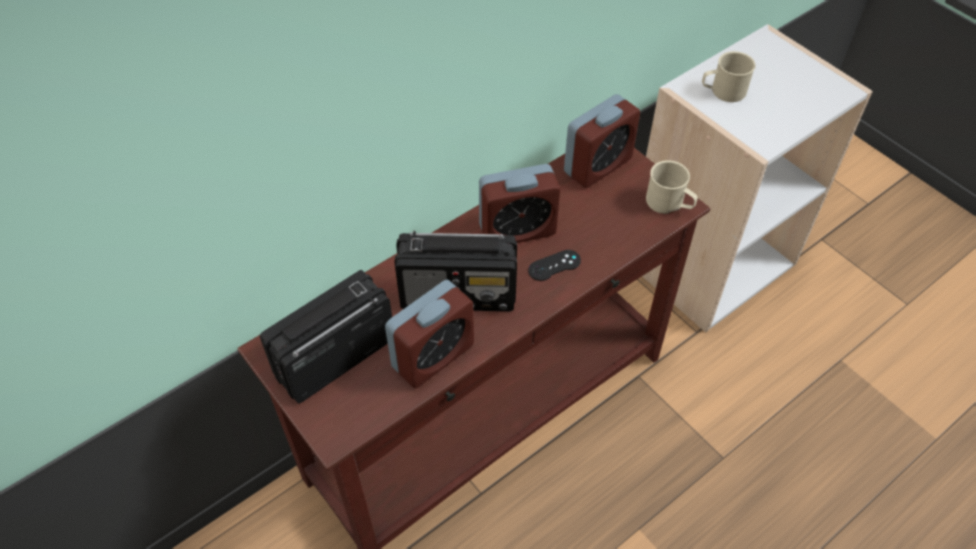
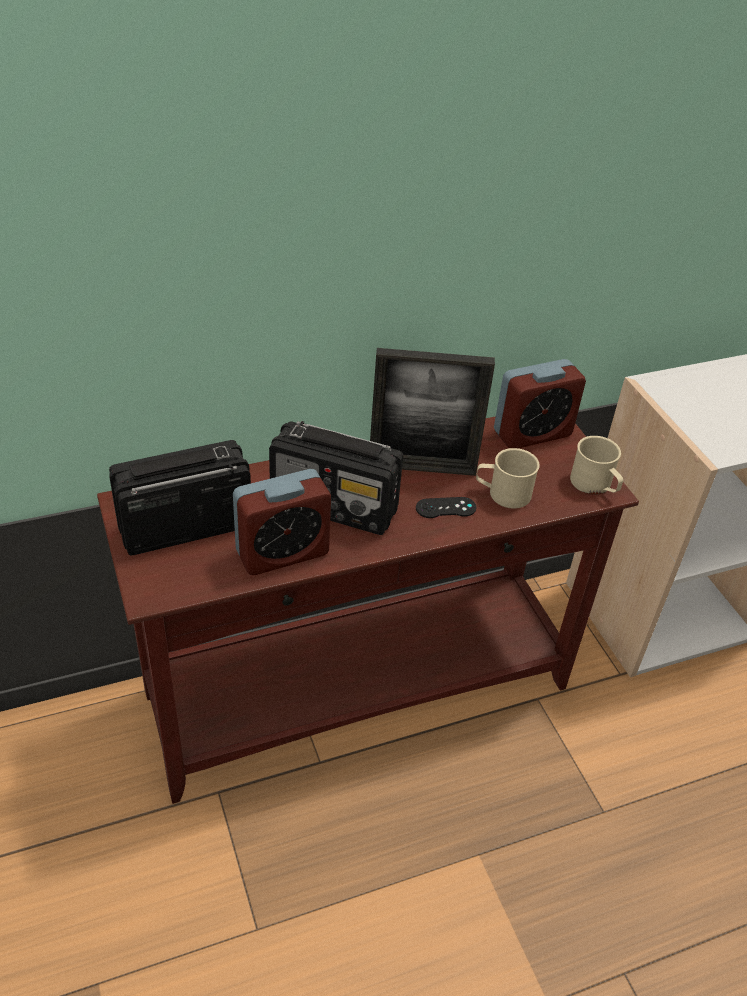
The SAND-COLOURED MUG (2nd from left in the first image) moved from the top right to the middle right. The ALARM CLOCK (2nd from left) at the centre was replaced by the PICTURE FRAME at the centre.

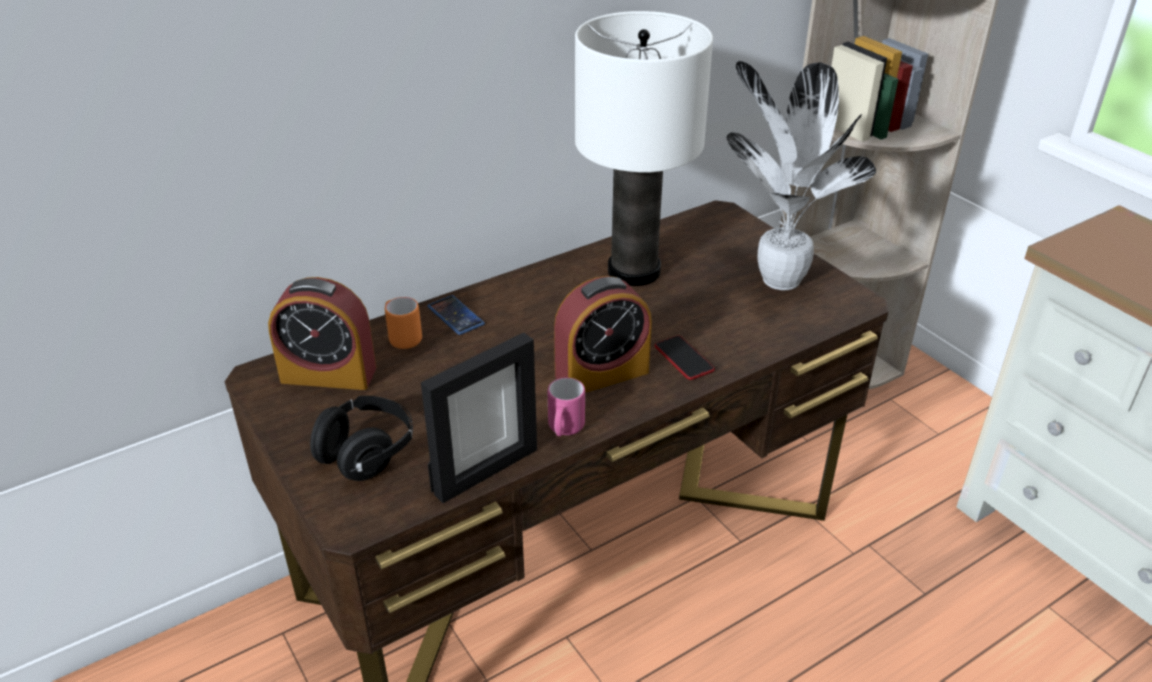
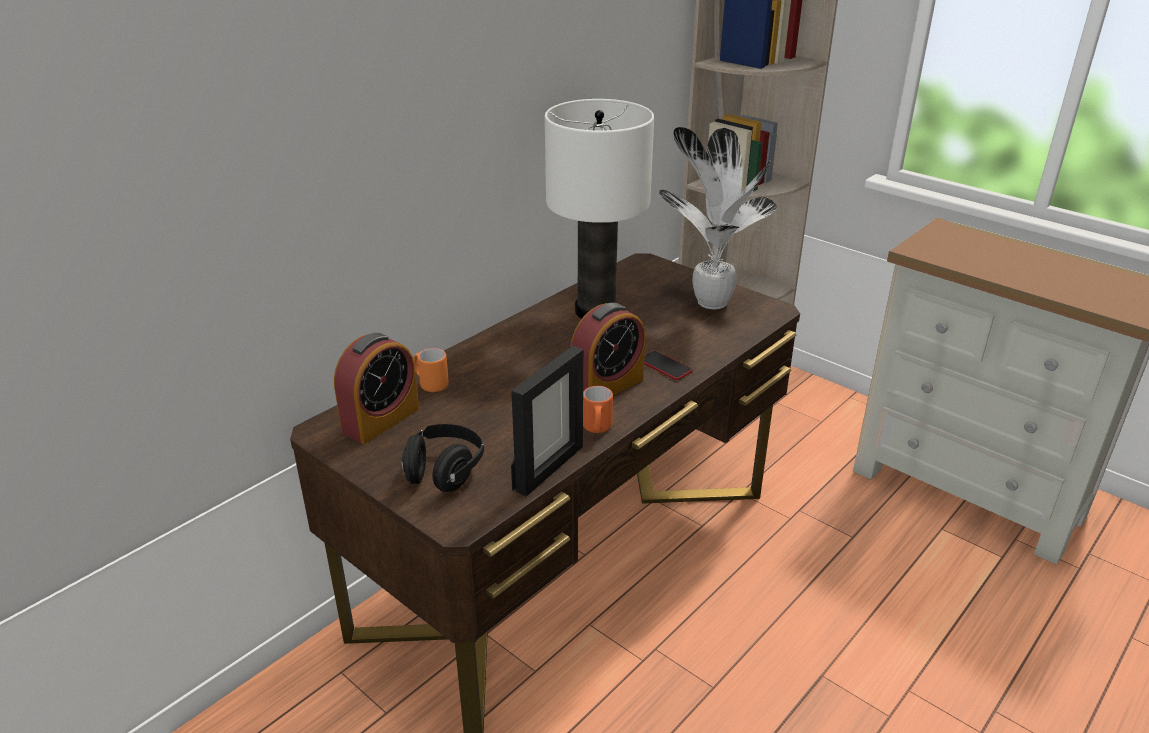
The ALARM CLOCK (1st from left) at the middle left turned 45 degrees counterclockwise. The TELEPHONE (1st from left) at the centre disappeared. The PINKISH MUG at the centre became the ORANGEY MUG (2nd from left) at the centre.

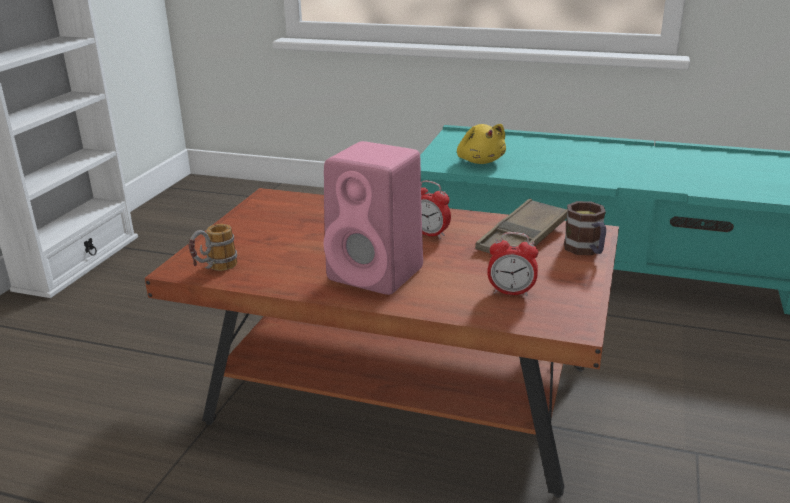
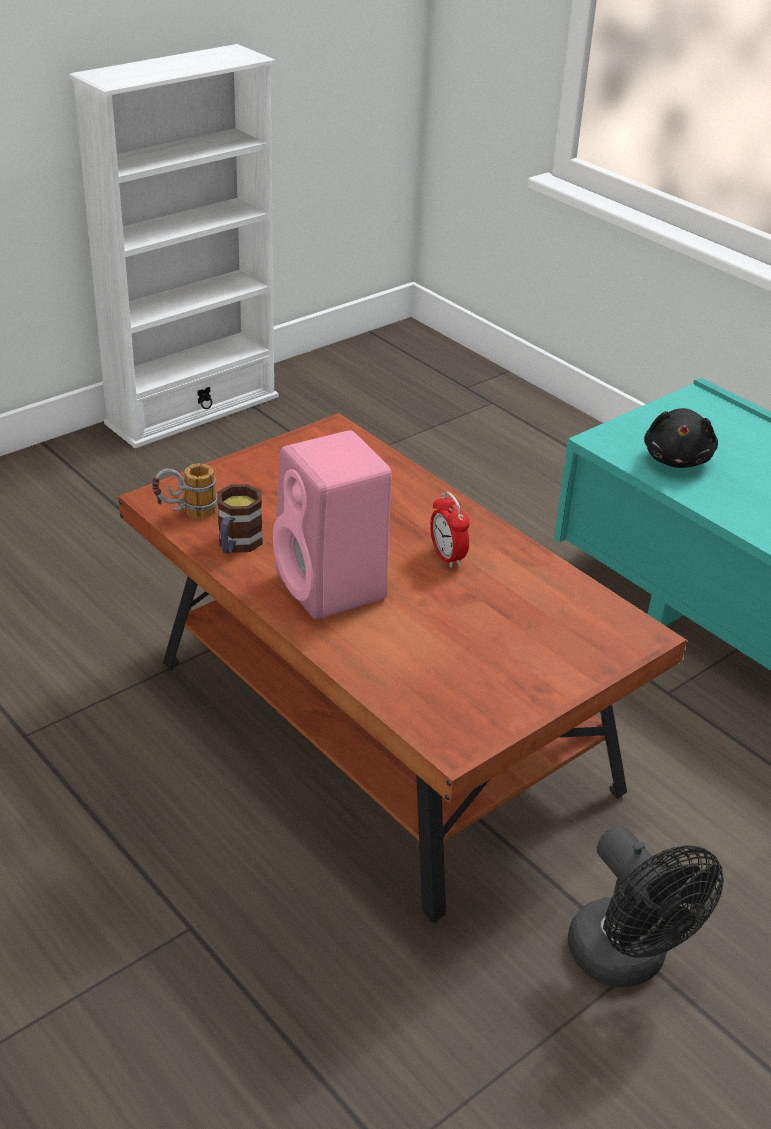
The YELLOW-COLOURED CUDDLY TOY at the top centre became the BLACKISH CUDDLY TOY at the middle right. The BROWNISH CARRYING TRAY at the centre disappeared. The MUG (2nd from left) moved from the middle right to the middle left. The ALARM CLOCK (2nd from left) at the centre disappeared. The BLACKISH FAN at the bottom right appeared.

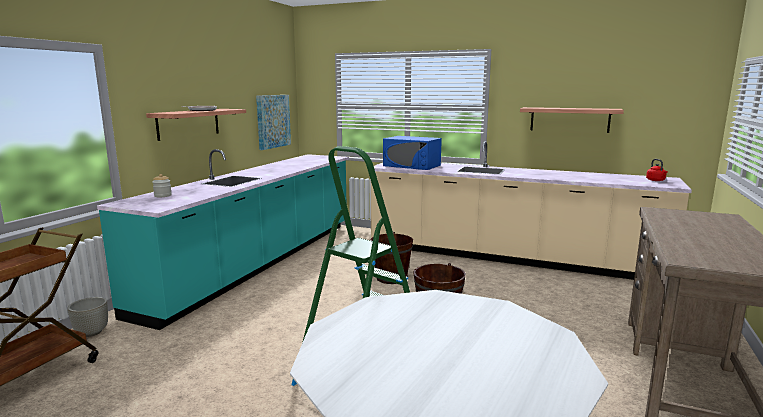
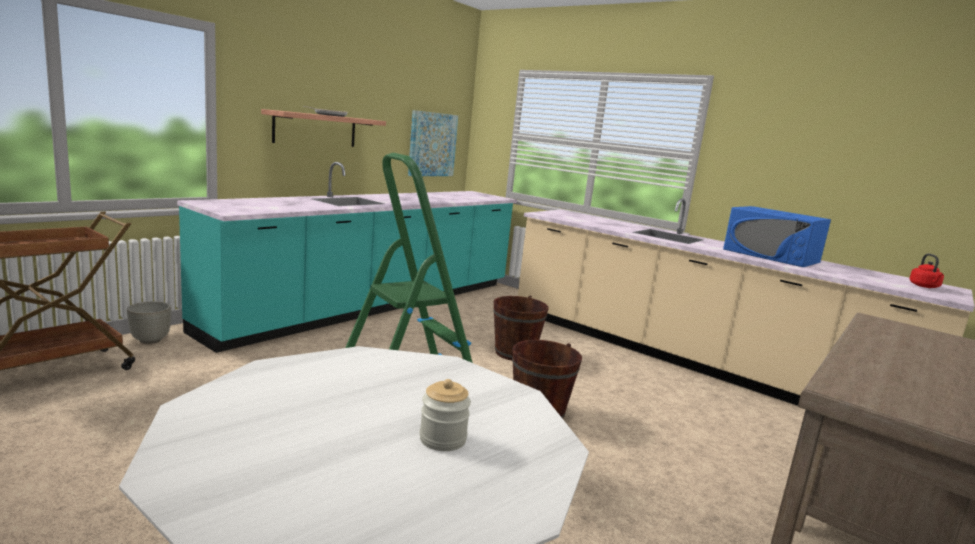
The SHELF (2nd from left) at the top right disappeared. The BLUE MICROWAVE moved from the centre to the middle right. The JAR moved from the middle left to the bottom centre.

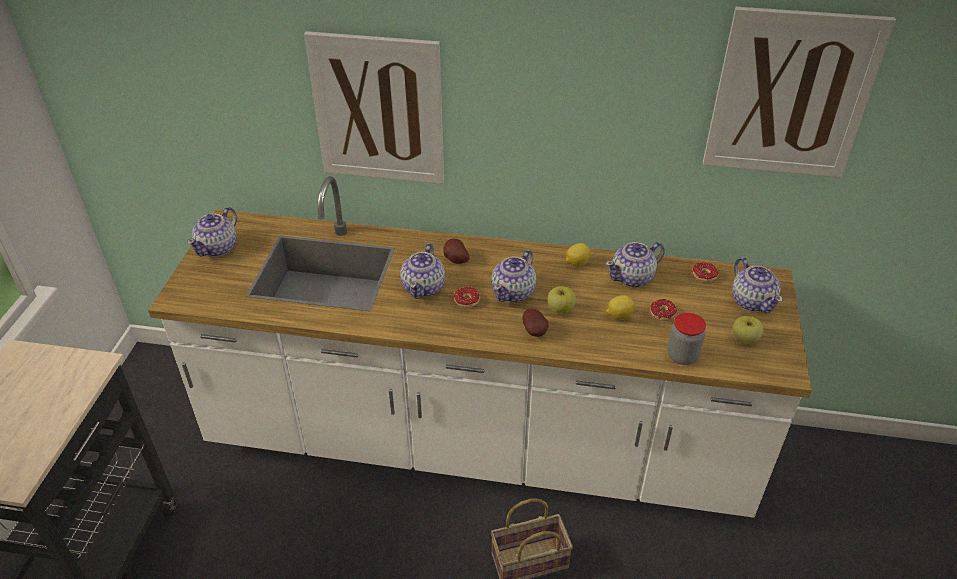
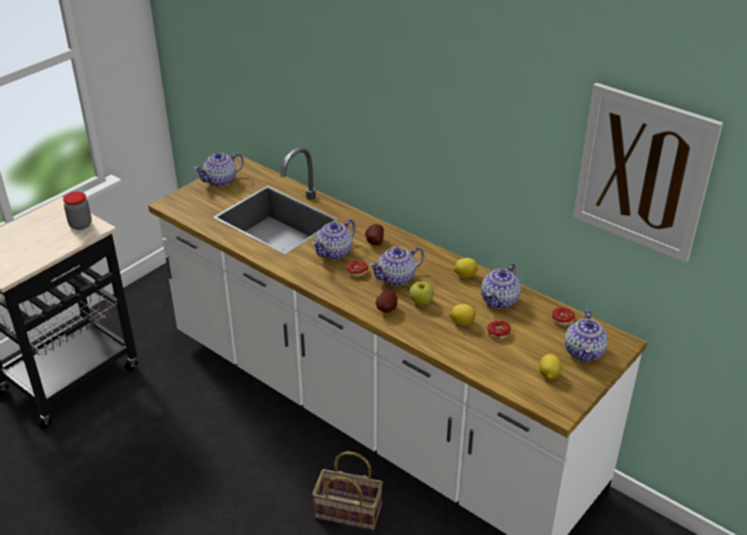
The WALL ART (1st from left) at the top centre disappeared. The TEA POT (4th from left) at the centre turned 60 degrees counterclockwise. The JAR moved from the middle right to the middle left. The WHOLE APPLE (2nd from left) at the middle right was replaced by the WHOLE LEMON (3rd from left) at the bottom right.

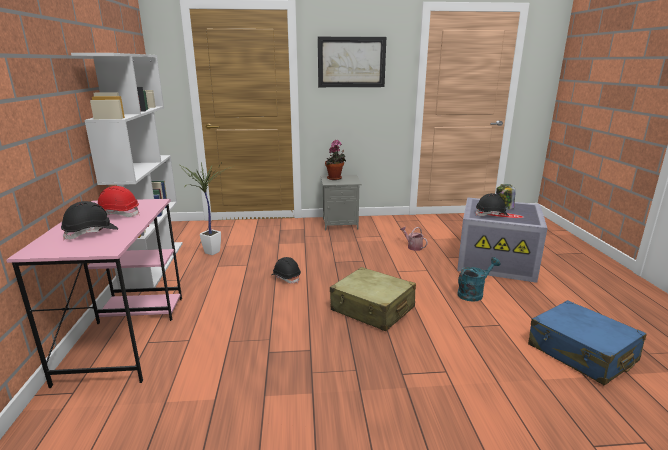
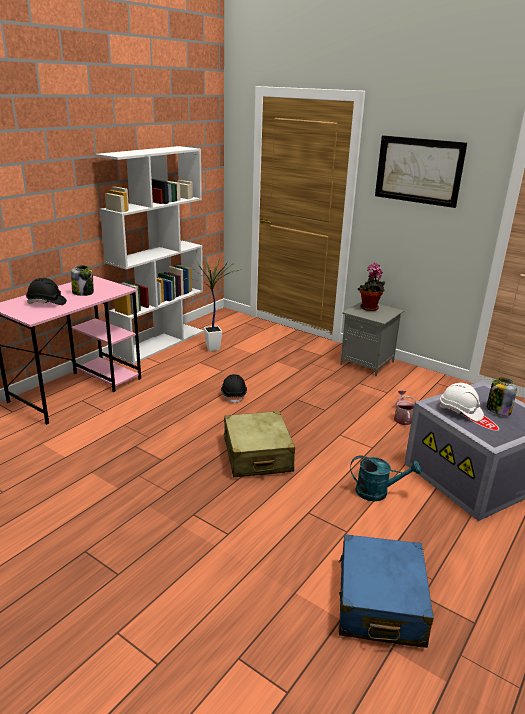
The RED-COLOURED WORK HELMET at the middle left was replaced by the JAR (1st from left) at the middle left. The BLACKISH WORK HELMET (3rd from left) at the middle right became the WHITISH WORK HELMET at the middle right.

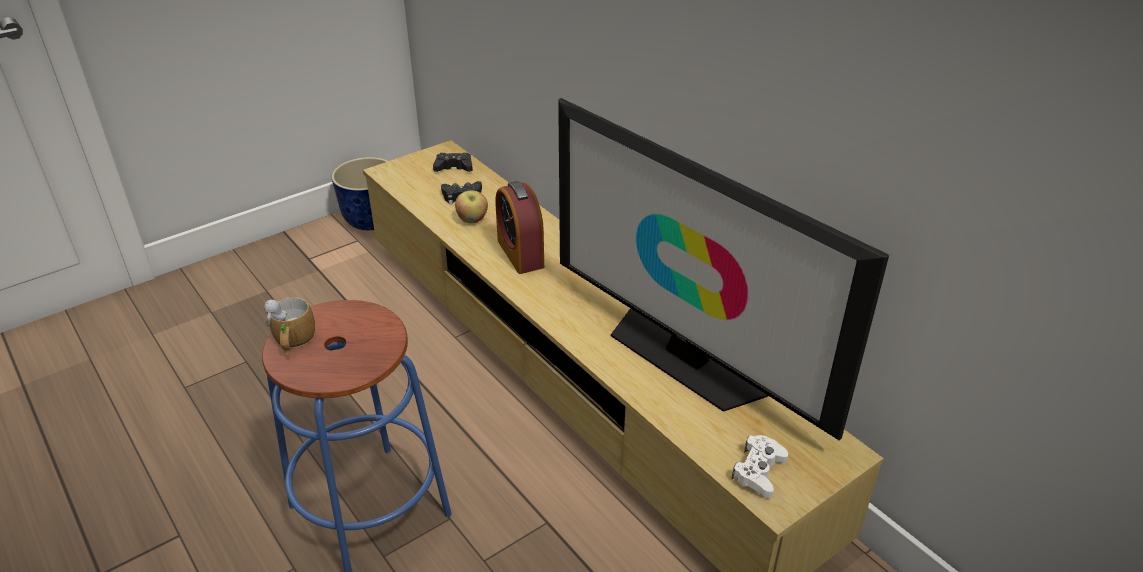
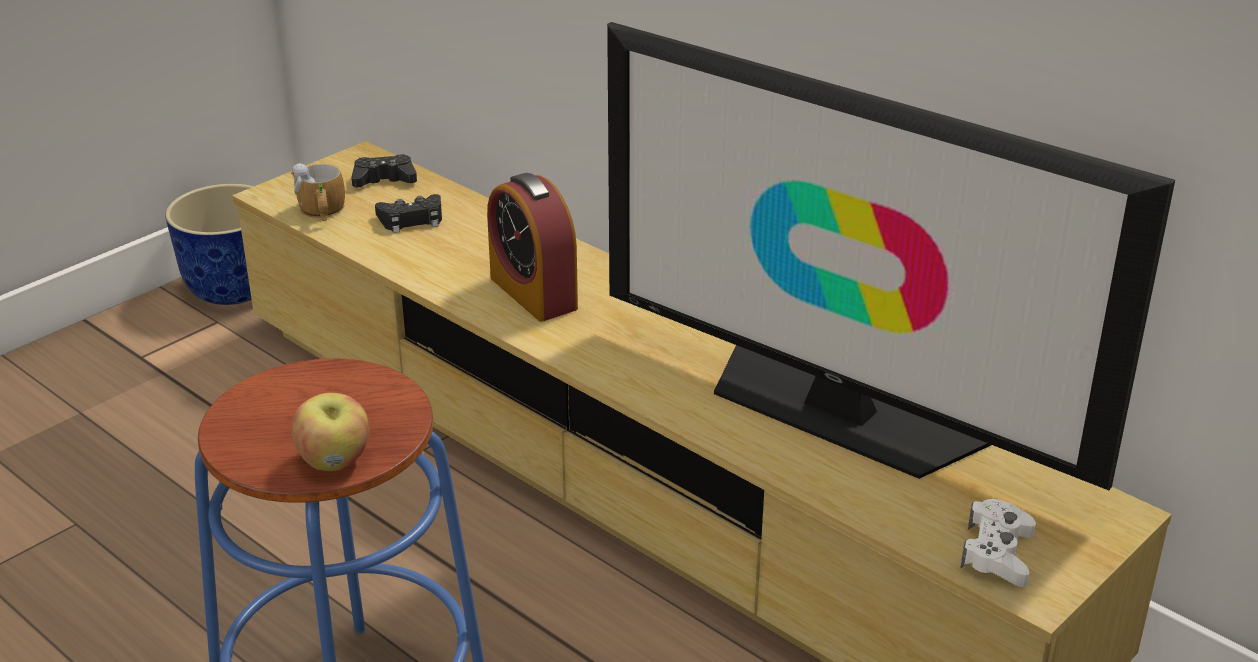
The WHOLE APPLE moved from the centre to the middle left. The MUG moved from the middle left to the top left.

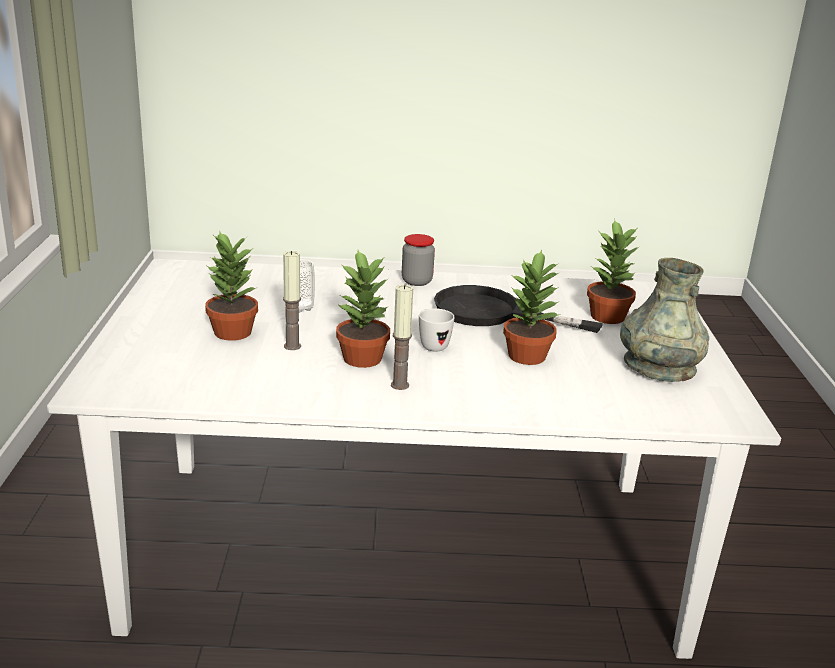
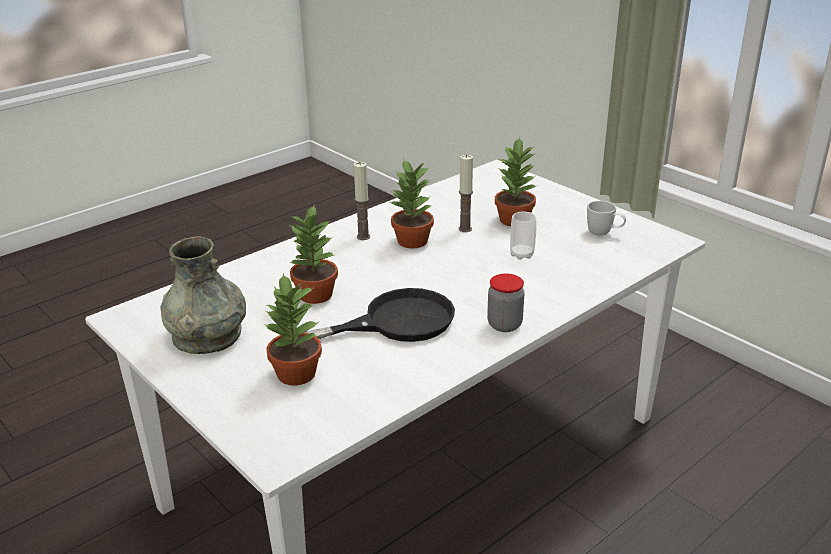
The WHITISH MUG moved from the centre to the middle right.

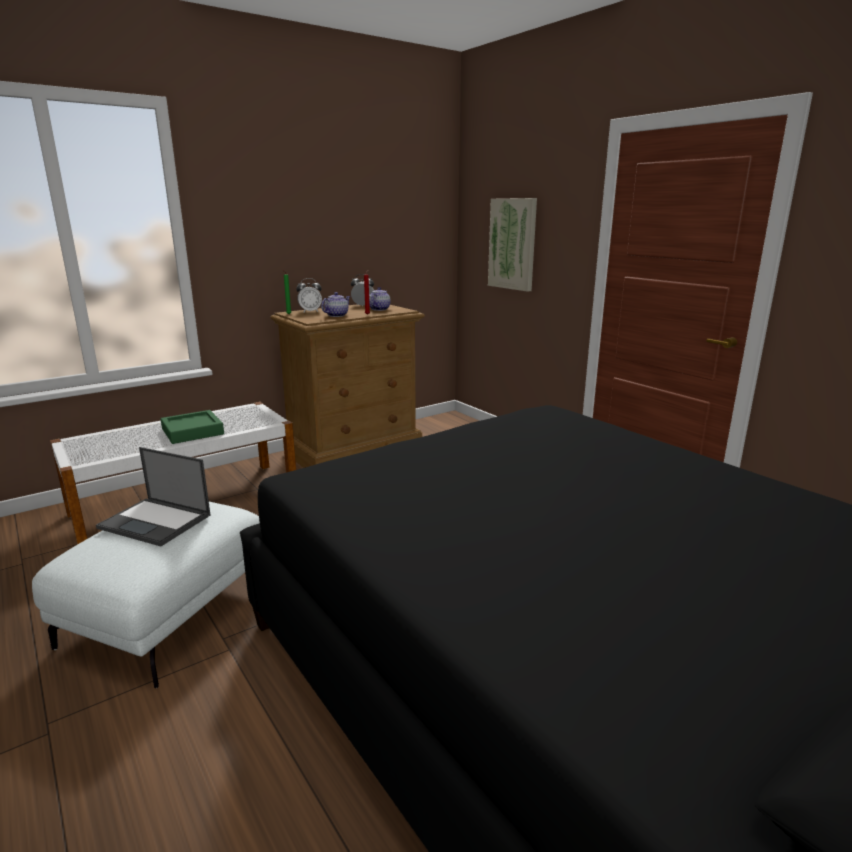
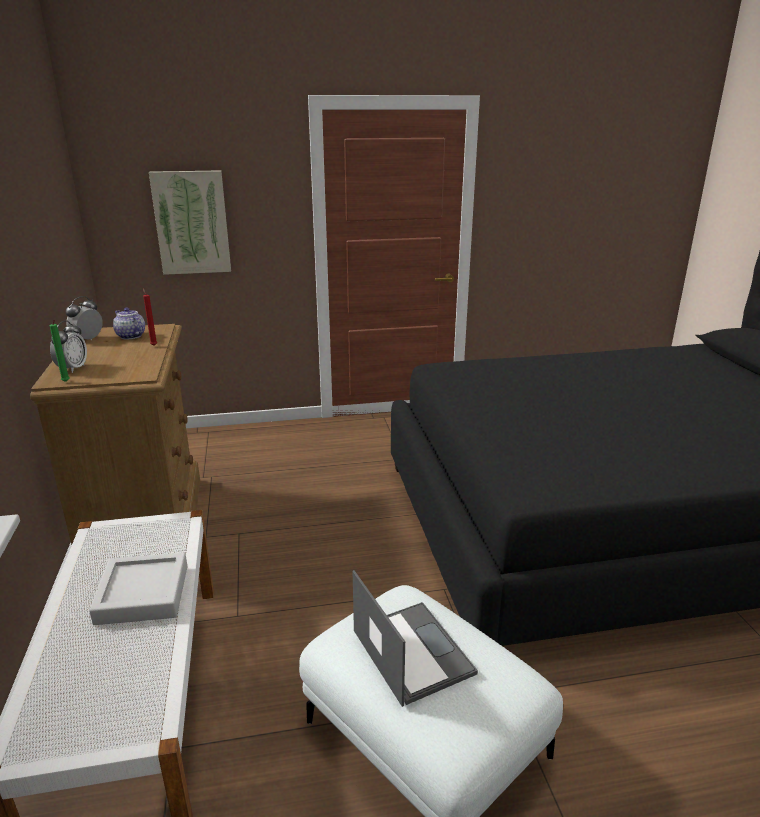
The TEA POT (1st from left) at the centre disappeared. The GREENISH CARRYING TRAY at the middle left became the GRAY CARRYING TRAY at the bottom left. The PORTABLE COMPUTER at the middle left turned 75 degrees counterclockwise.

